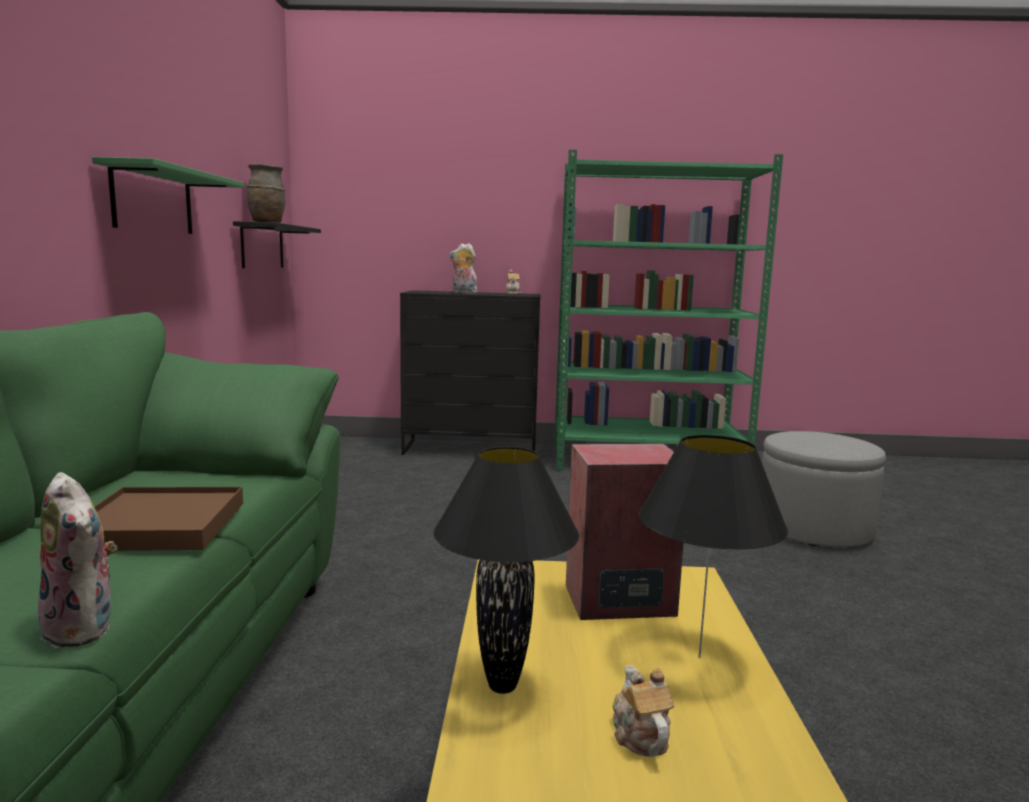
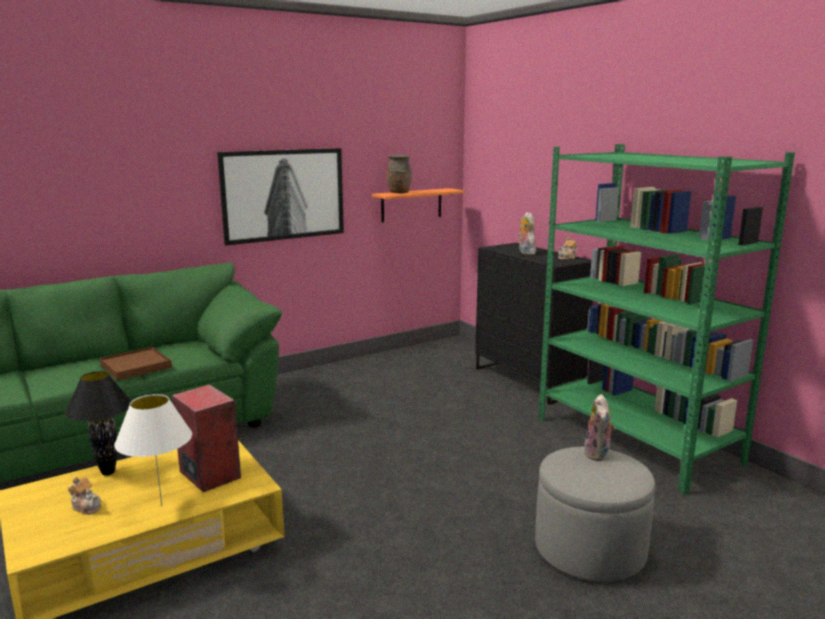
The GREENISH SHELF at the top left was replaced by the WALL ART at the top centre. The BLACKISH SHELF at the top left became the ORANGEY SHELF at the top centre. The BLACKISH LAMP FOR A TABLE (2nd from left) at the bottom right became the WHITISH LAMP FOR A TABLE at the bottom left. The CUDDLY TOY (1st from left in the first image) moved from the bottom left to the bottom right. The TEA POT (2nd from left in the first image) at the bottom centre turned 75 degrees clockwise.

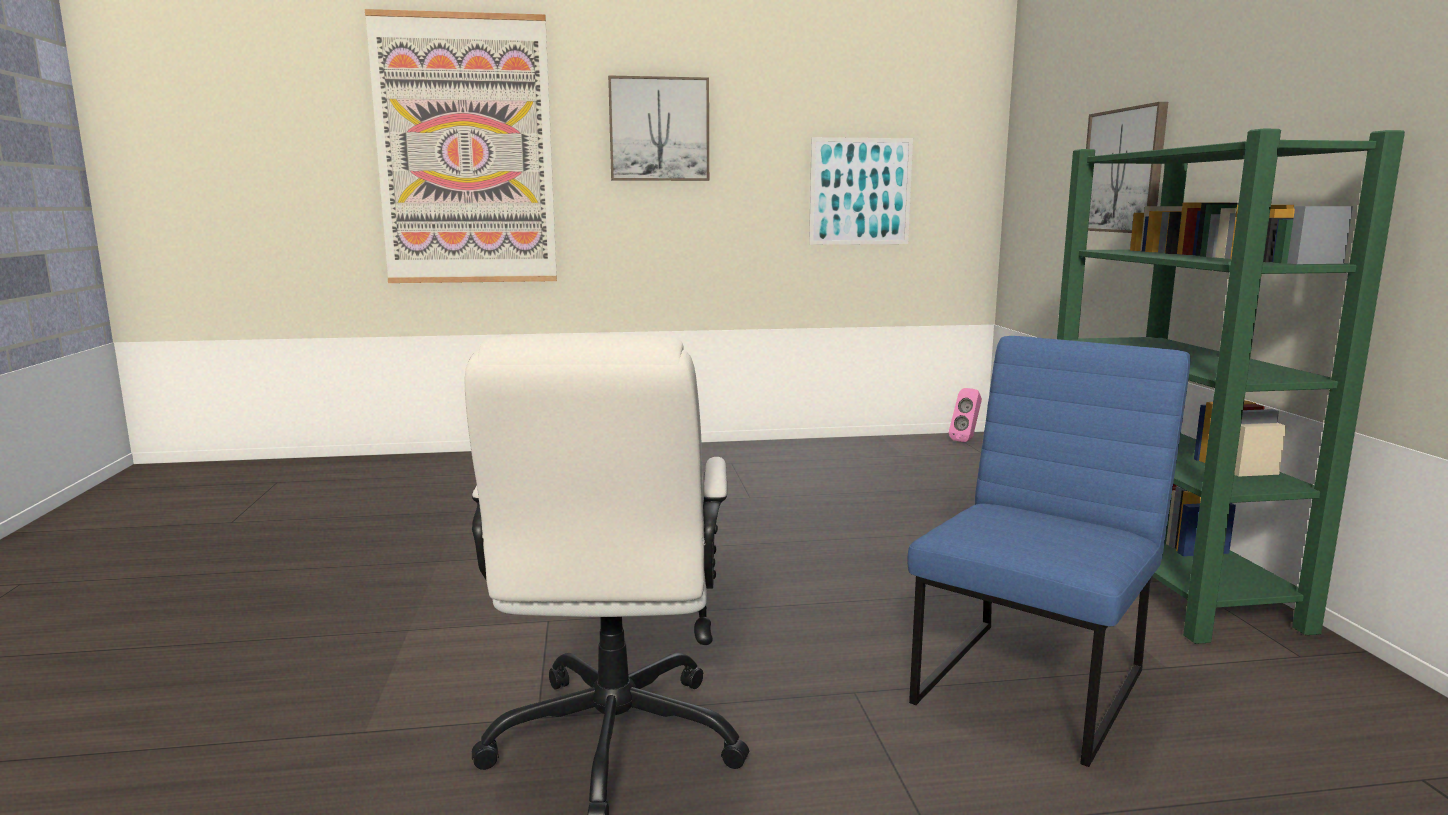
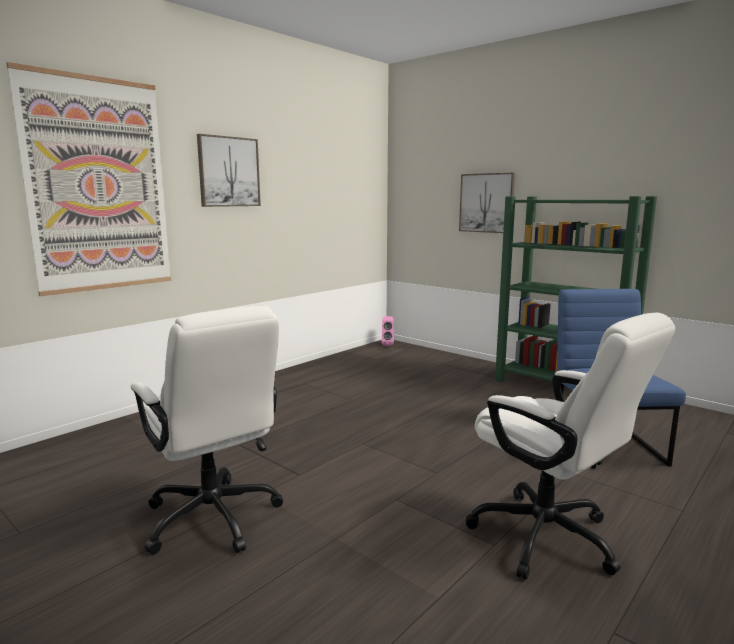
The WALL ART (3rd from left) at the top centre disappeared. The WHITISH OFFICE CHAIR (1st from left) at the bottom left appeared.

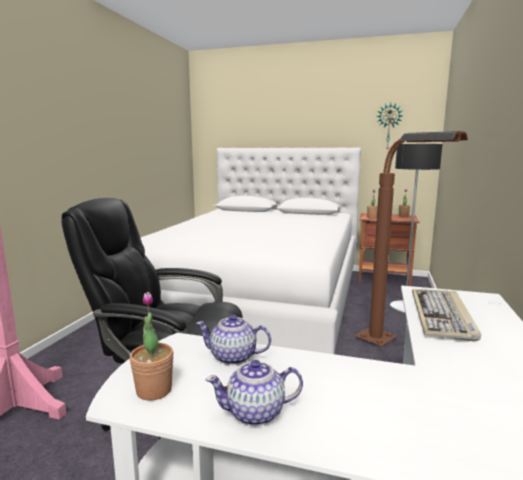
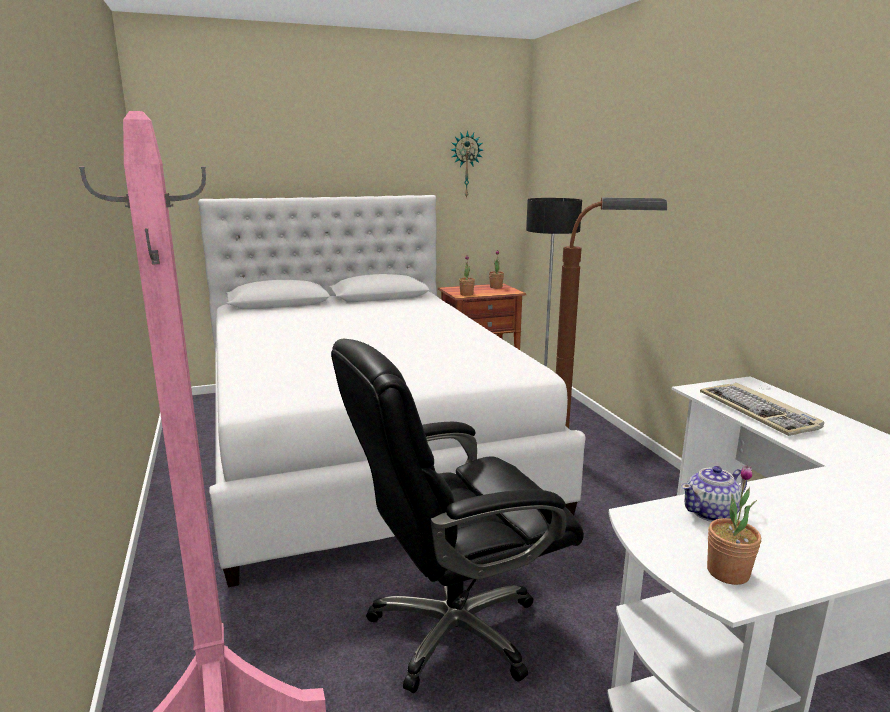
The TEA POT (2nd from left) at the bottom centre disappeared.

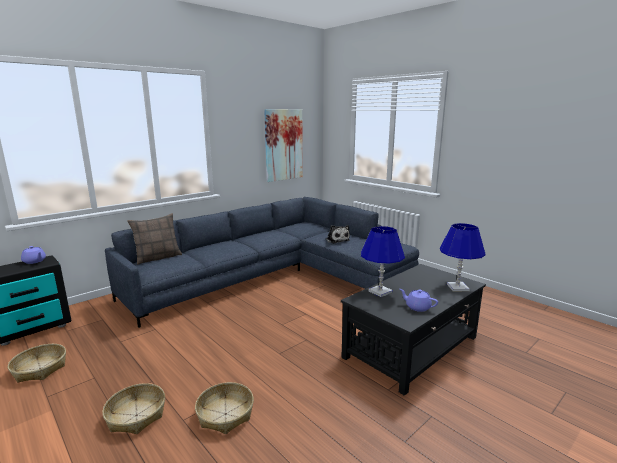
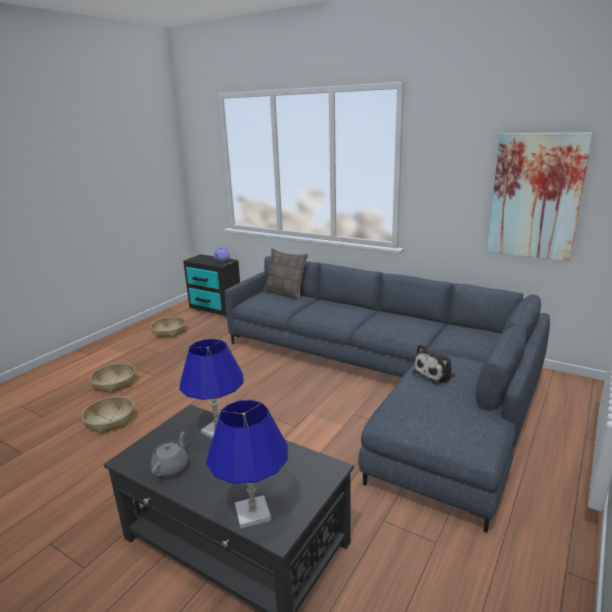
The PURPLE TEA POT (2nd from left) at the middle right became the GRAY TEA POT at the bottom left.

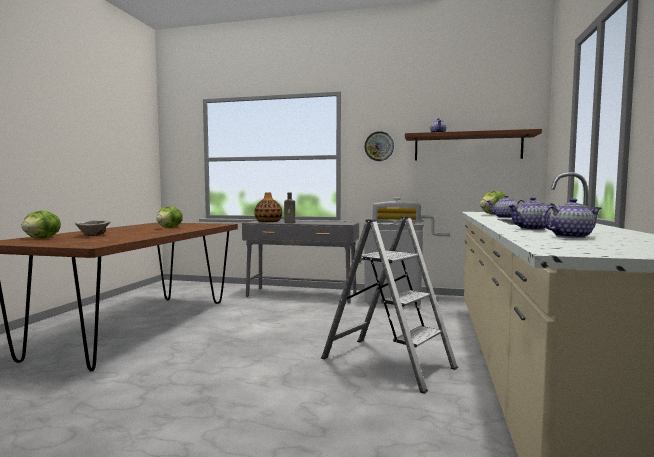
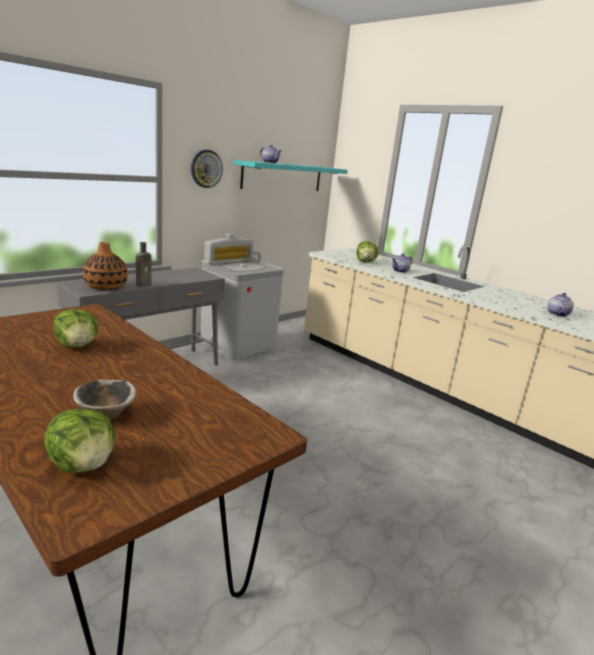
The BROWNISH SHELF at the top right became the TURQUOISE SHELF at the top centre. The TEA POT (3rd from left) at the middle right disappeared. The GRAY STEP LADDER at the bottom centre disappeared.

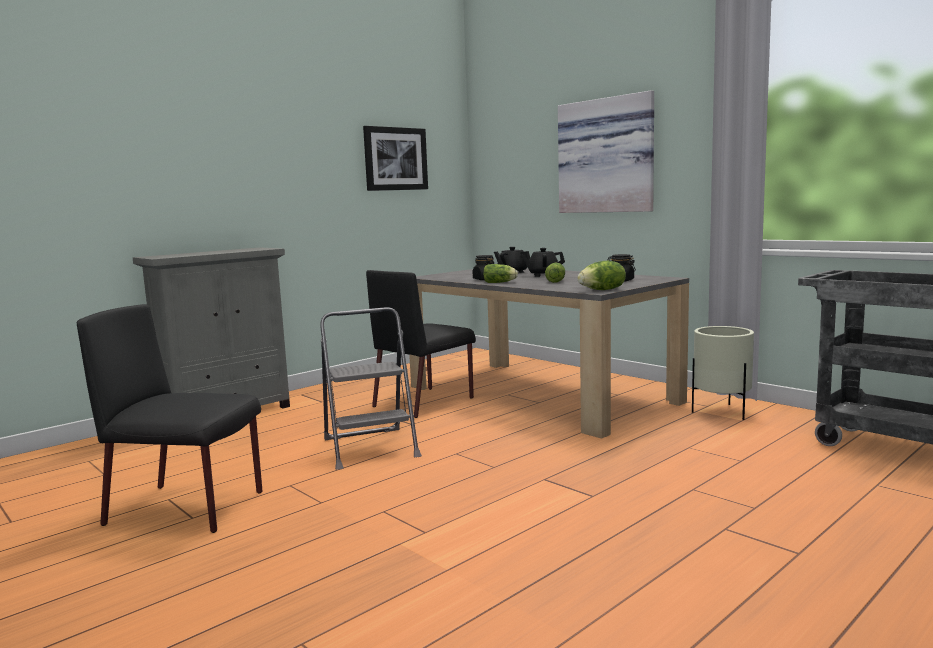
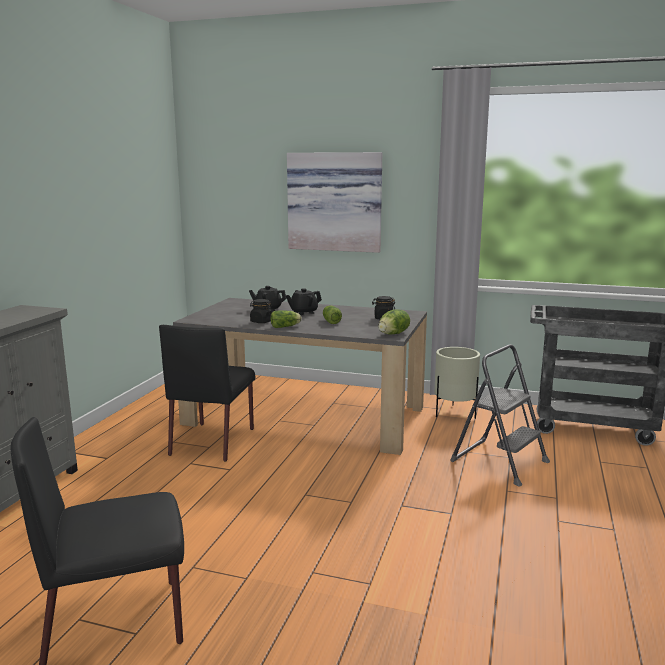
The WALL ART (1st from left) at the top centre disappeared. The GRAY STEP LADDER moved from the centre to the middle right.

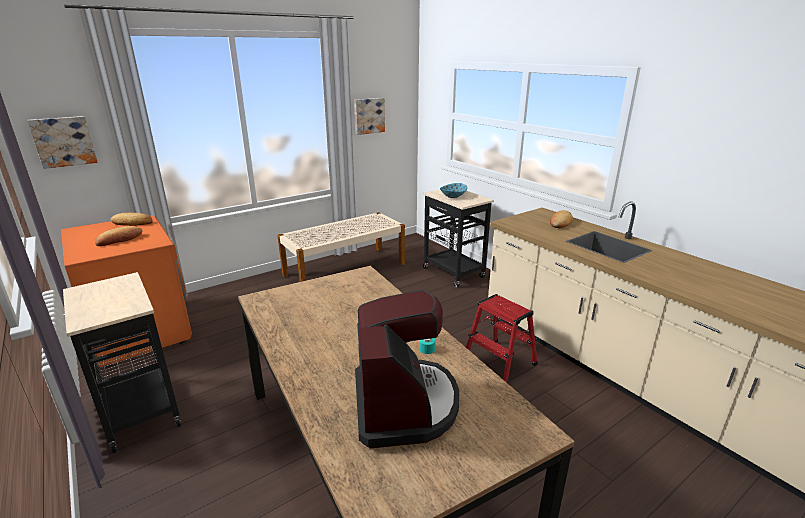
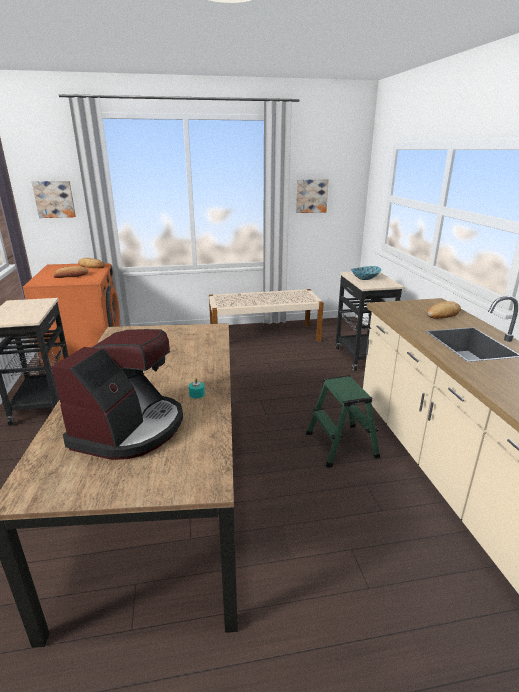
The RED-COLOURED STEP LADDER at the centre became the GREENISH STEP LADDER at the centre.

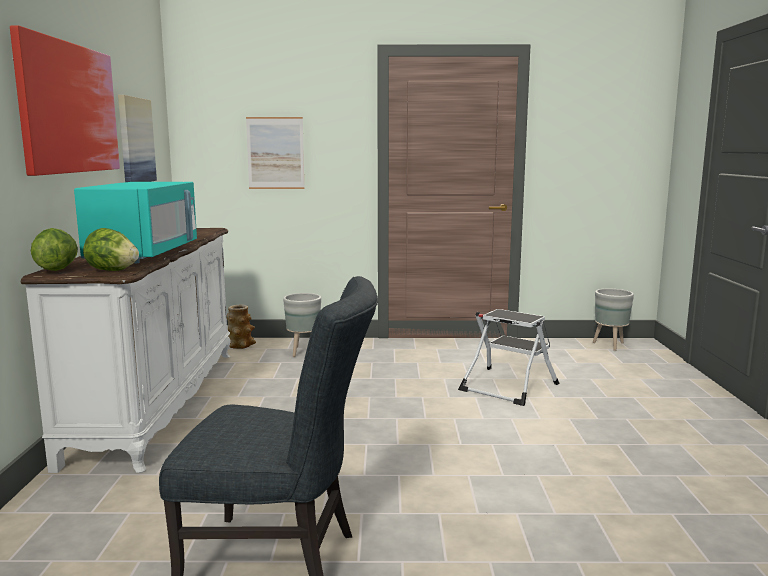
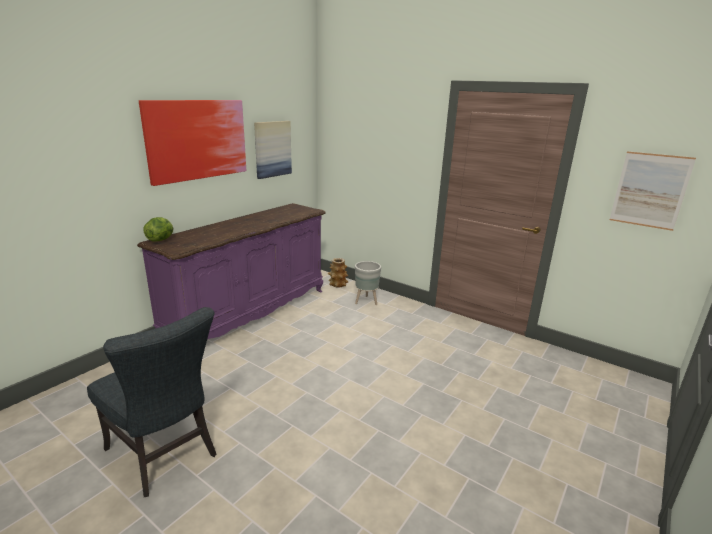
The WALL ART (3rd from left) moved from the top centre to the middle right. The TURQUOISE MICROWAVE at the middle left disappeared. The WHITISH STORAGE CABINET at the middle left became the PURPLE STORAGE CABINET at the middle left. The LETTUCE HEAD (2nd from left) at the middle left disappeared. The GRAY FLOWER POT (2nd from left) at the middle right disappeared. The STEP LADDER at the centre disappeared.

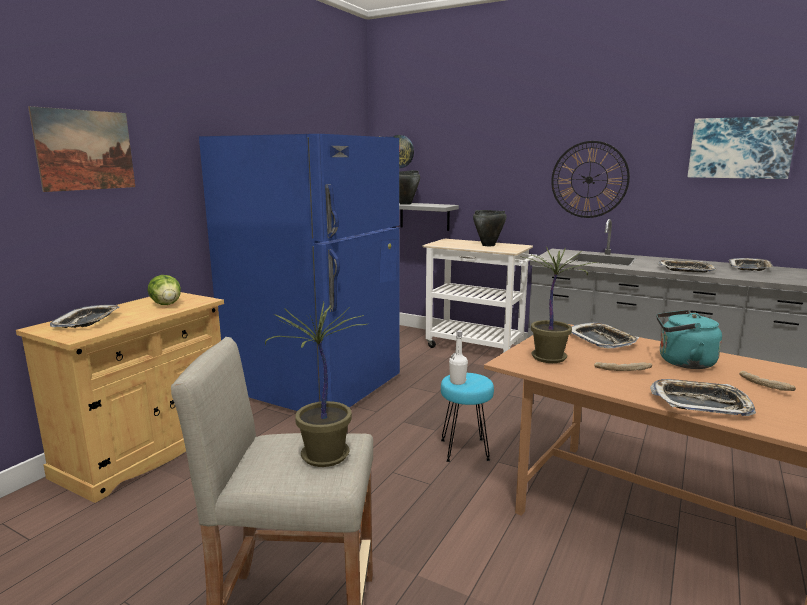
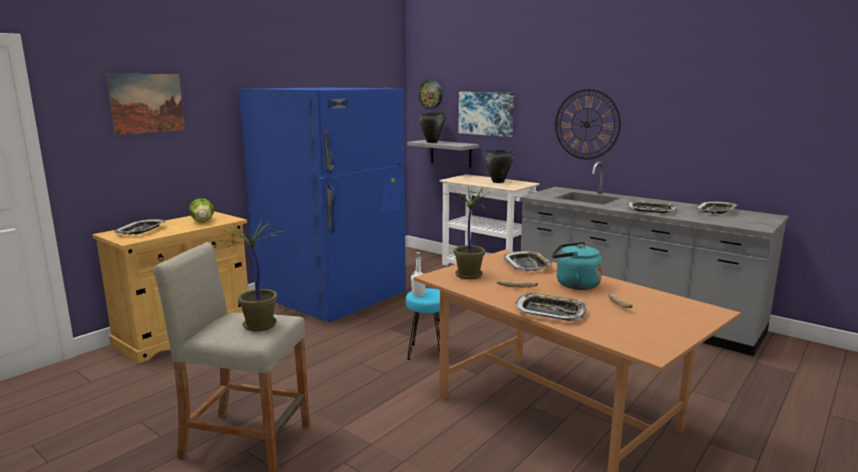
The WALL ART (2nd from left) moved from the top right to the top centre.

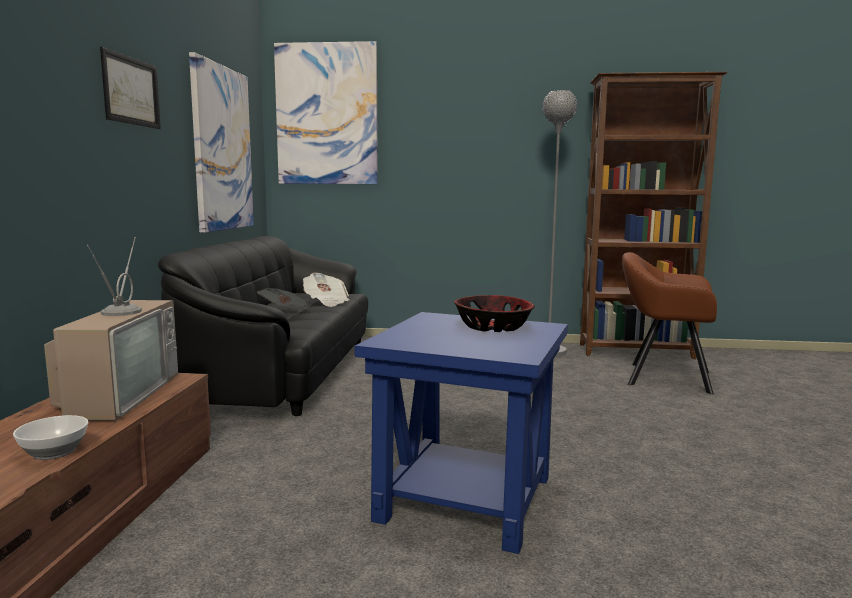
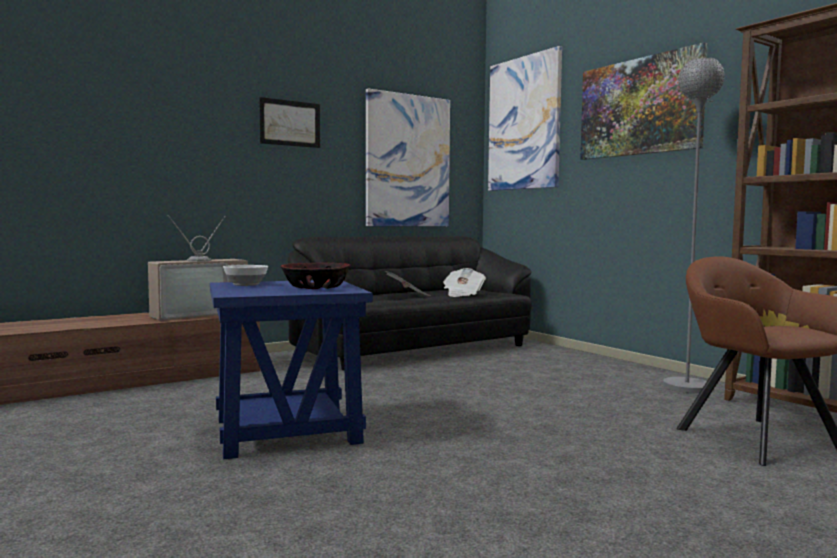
The SERVING BOWL (1st from left) moved from the bottom left to the middle left. The WALL ART (4th from left) at the top right appeared.

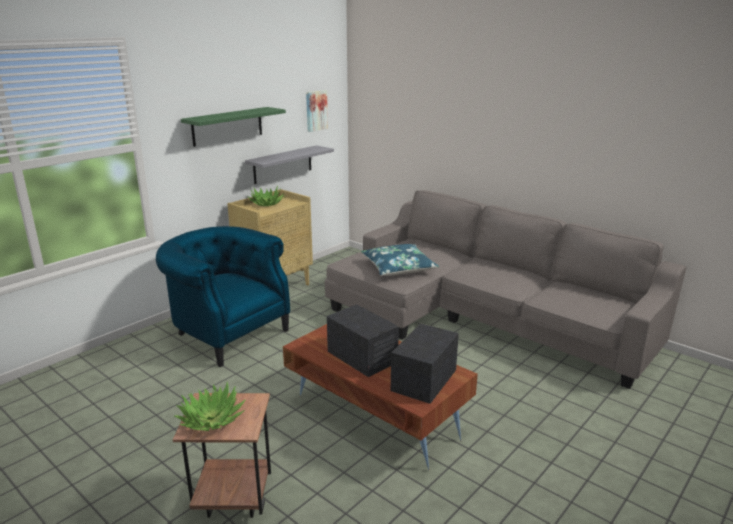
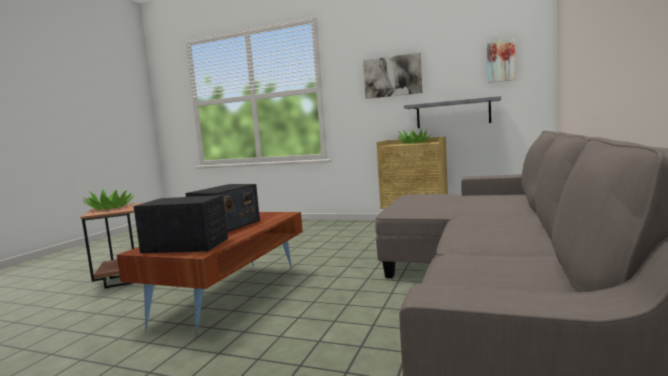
The GREENISH SHELF at the top left was replaced by the WALL ART (1st from left) at the top centre. The BLUE EASY CHAIR at the middle left disappeared. The BLUE CUSHION at the centre disappeared.

